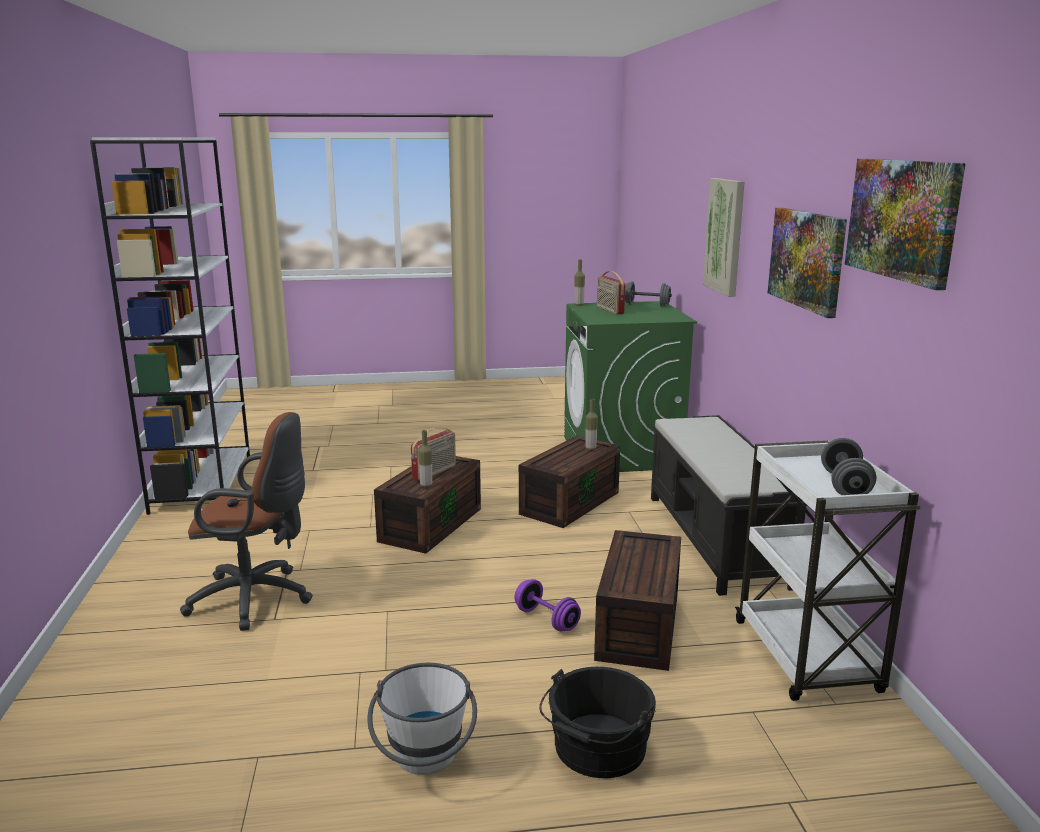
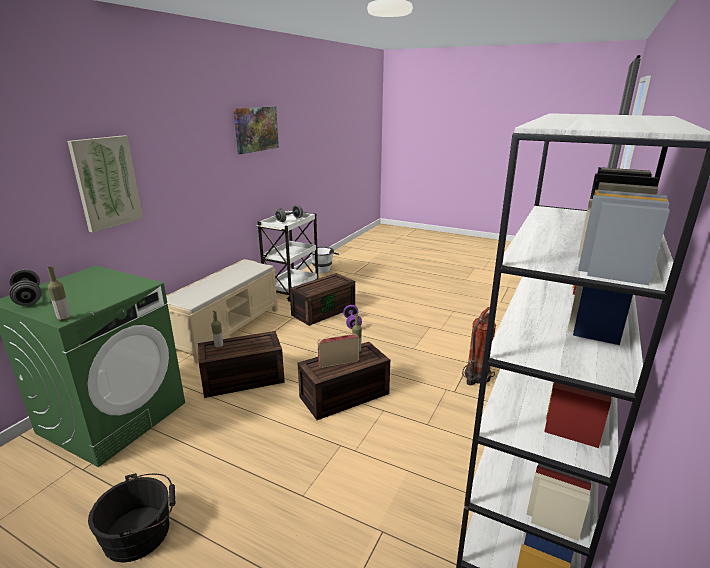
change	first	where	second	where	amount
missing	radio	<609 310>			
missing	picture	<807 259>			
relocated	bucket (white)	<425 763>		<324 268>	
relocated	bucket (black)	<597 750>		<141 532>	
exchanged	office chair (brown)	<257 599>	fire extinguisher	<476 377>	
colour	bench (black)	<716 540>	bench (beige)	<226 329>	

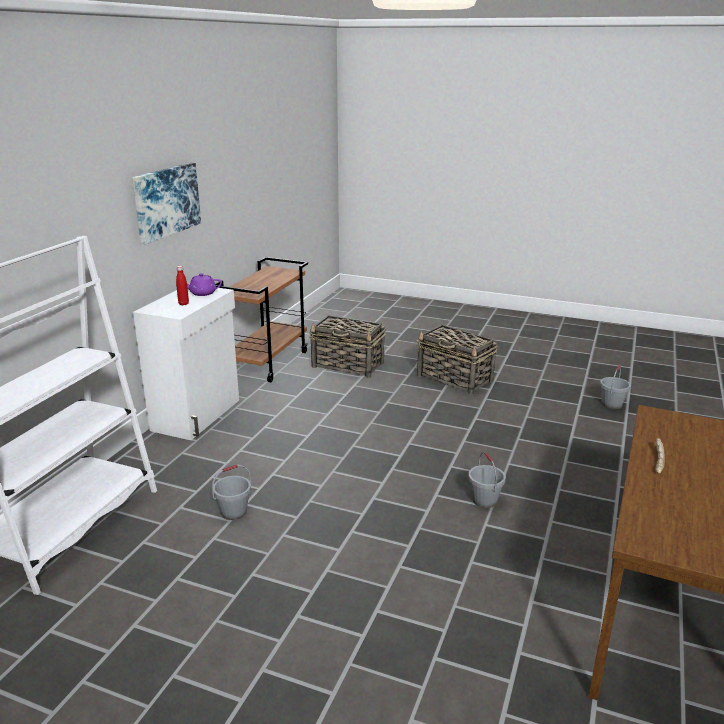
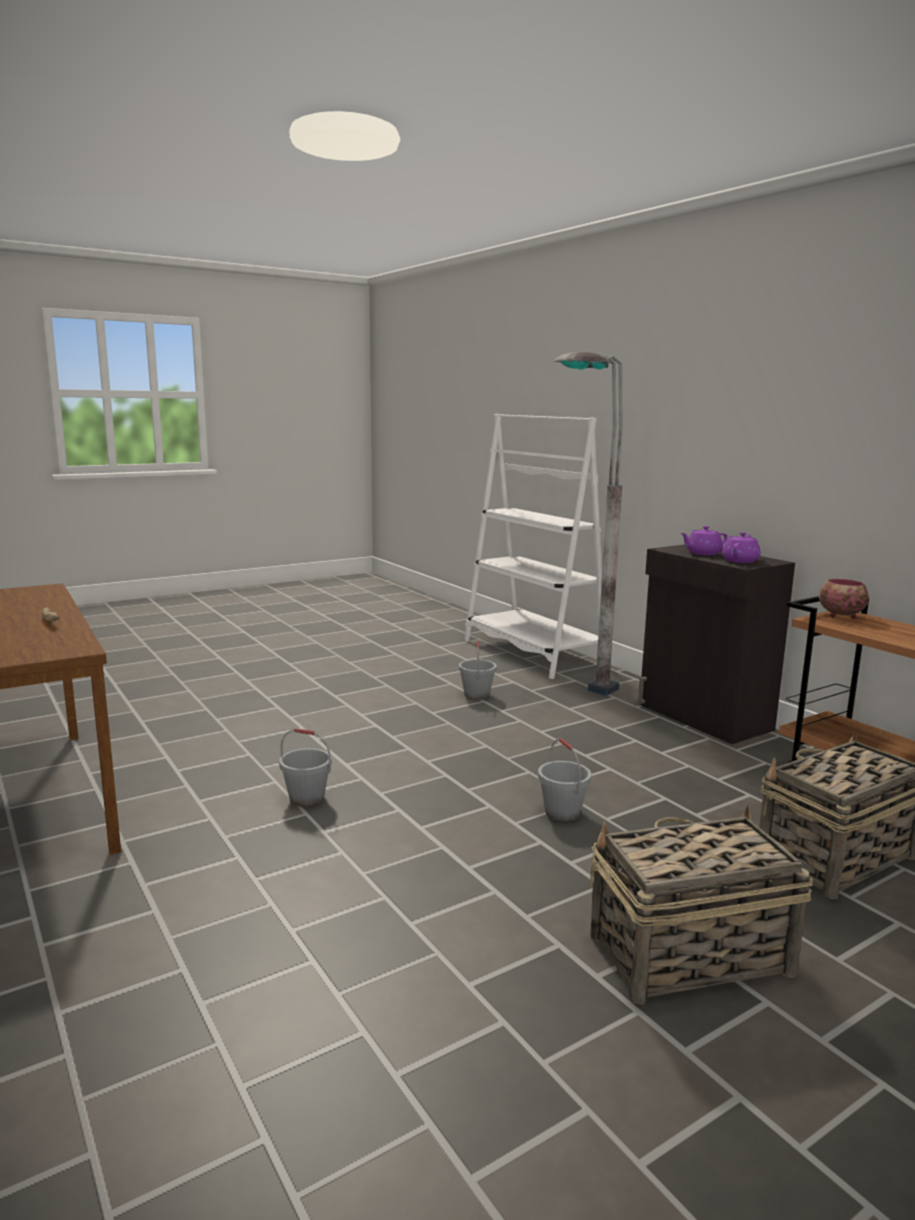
change	first	where	second	where	amount
missing	picture	<166 201>			
appeared			floor lamp (grey)	<575 702>	
appeared			bowl	<840 615>	
relocated	bucket (grey)	<611 404>		<563 812>	
exchanged	bottle (red)	<183 304>	teapot (purple)	<702 553>	
colour	cabinet (white)	<198 415>	cabinet (black)	<703 717>	

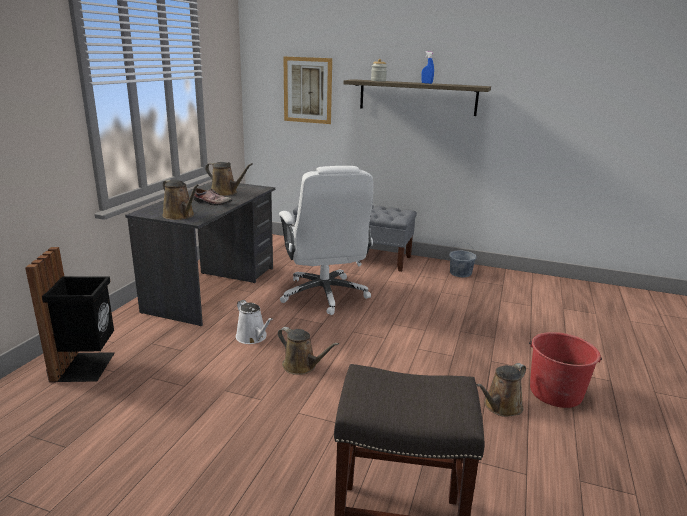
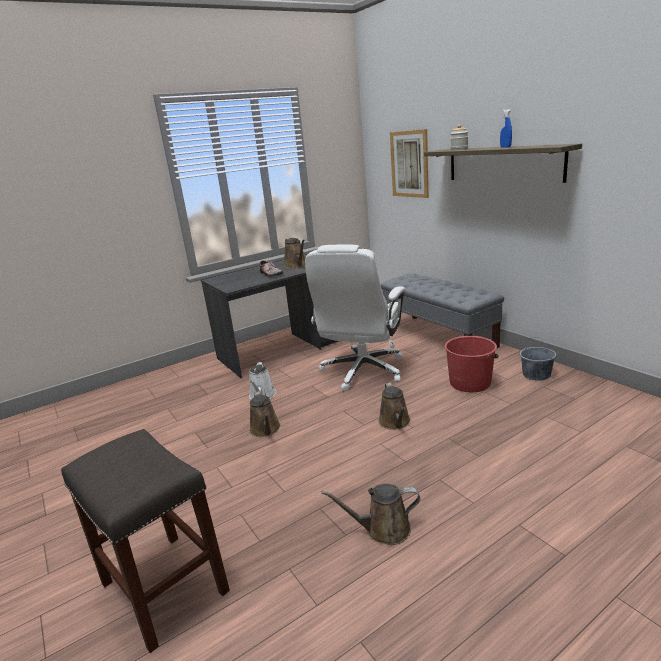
change	first	where	second	where	amount
missing	trash can (black)	<87 366>			
relocated	watering can (brown)	<180 216>		<395 422>	
relocated	bucket (red)	<555 392>		<470 383>	

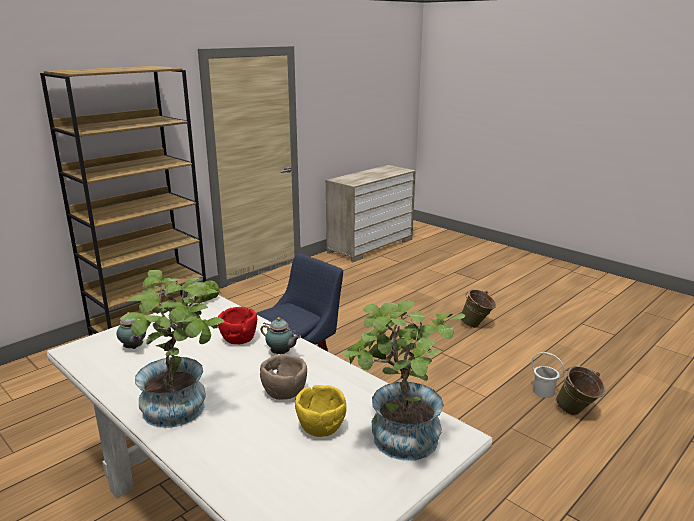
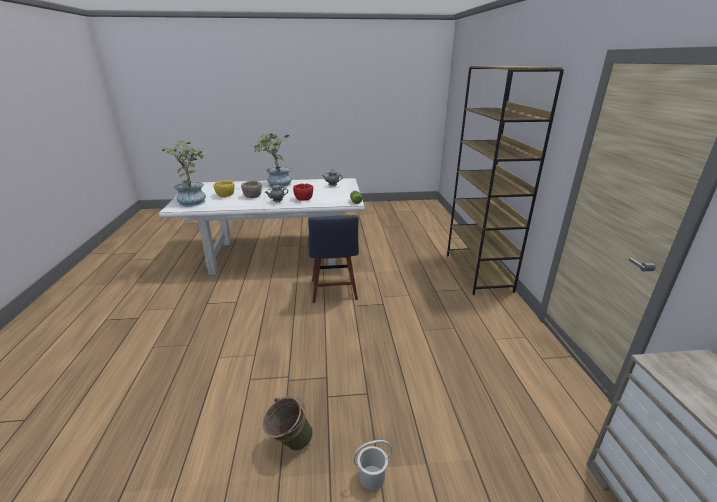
change	first	where	second	where	amount
missing	bucket (green)	<576 413>			
relocated	bucket (white)	<543 391>		<372 477>	

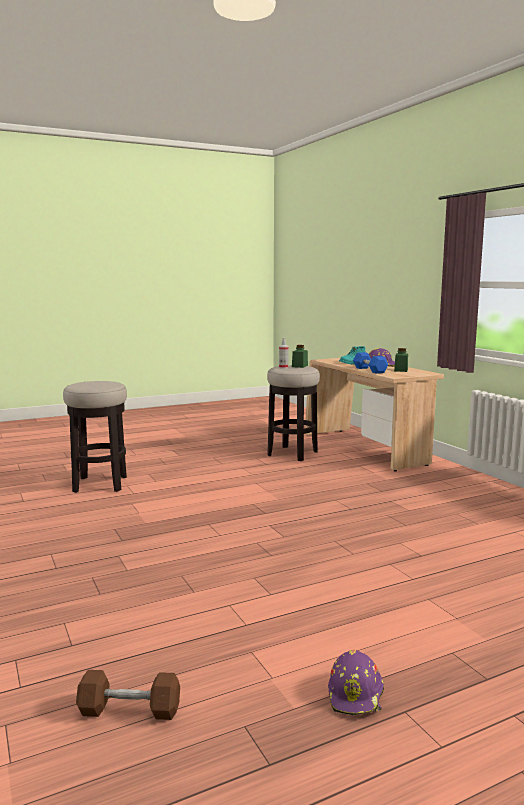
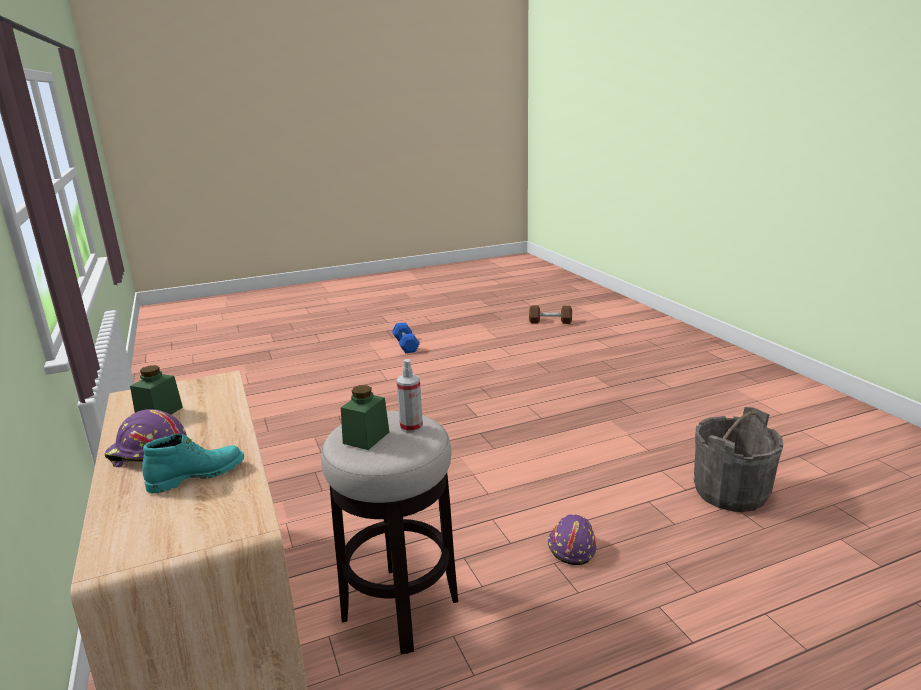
change	first	where	second	where	amount
relocated	hard hat (purple)	<356 695>		<571 546>	
relocated	dumbbell (blue)	<369 370>		<406 345>	
exchanged	stool	<100 484>	bucket (grey)	<730 492>	

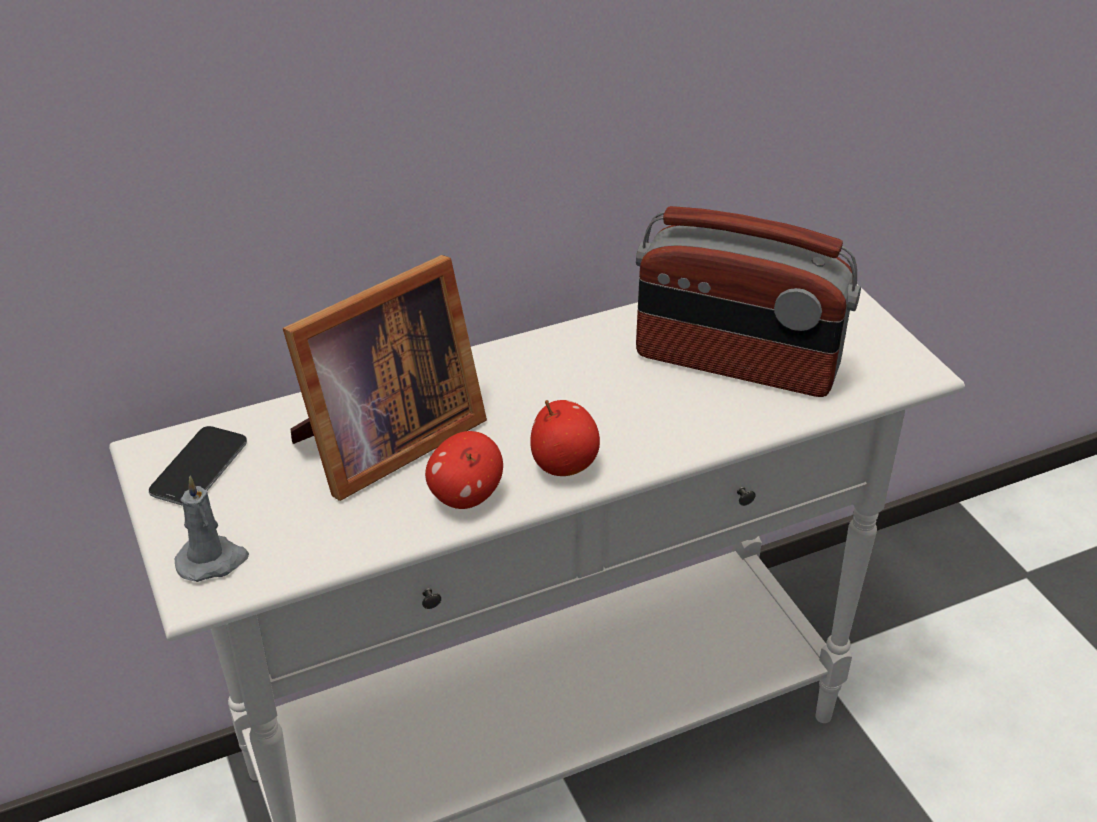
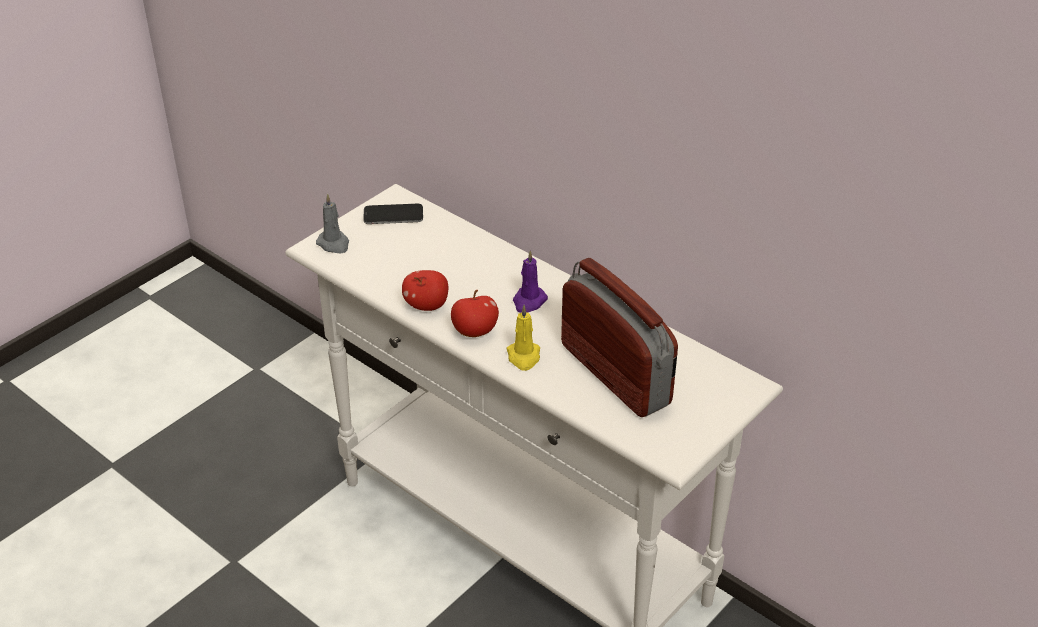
change	first	where	second	where	amount
missing	picture frame	<381 442>			
appeared			candle (yellow)	<524 357>	
appeared			candle (purple)	<529 301>	
spun	radio	<735 364>		<616 374>	150 degrees clockwise

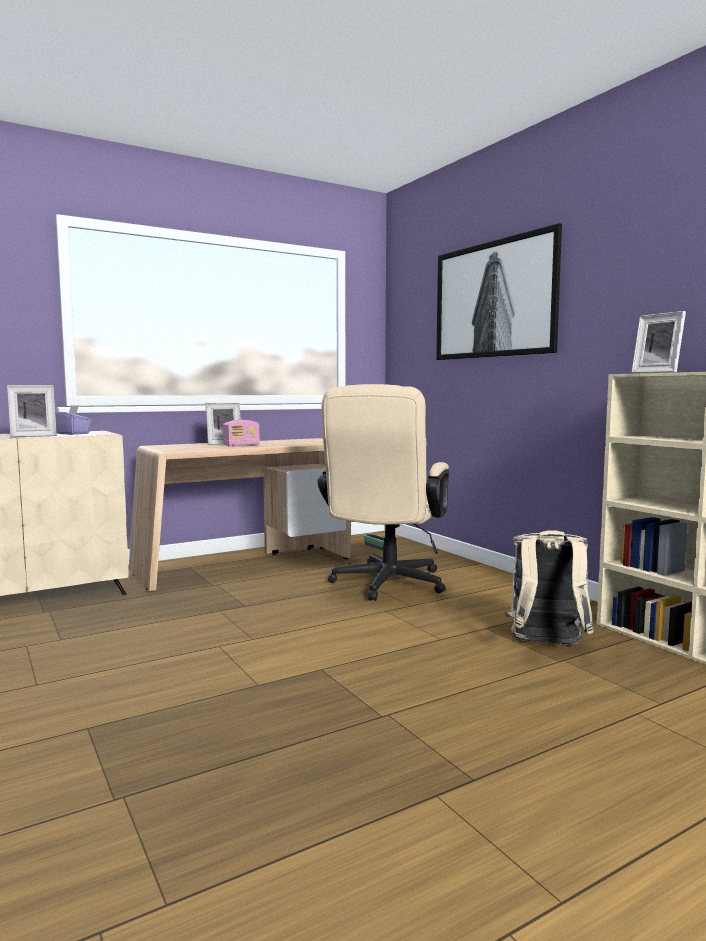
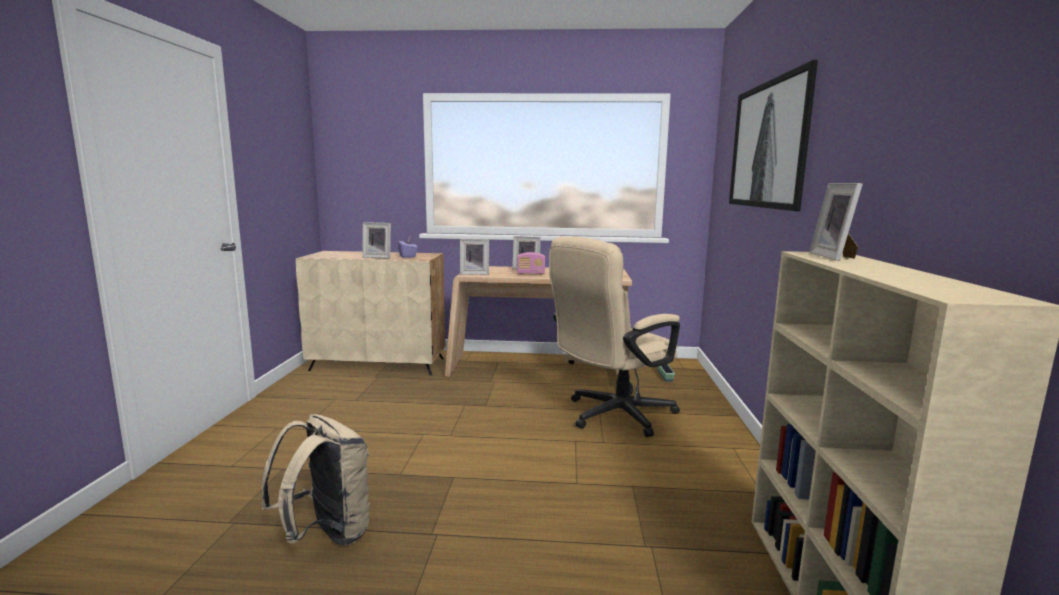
change	first	where	second	where	amount
appeared			picture frame	<474 274>	
relocated	backpack (beige)	<546 645>		<326 534>	

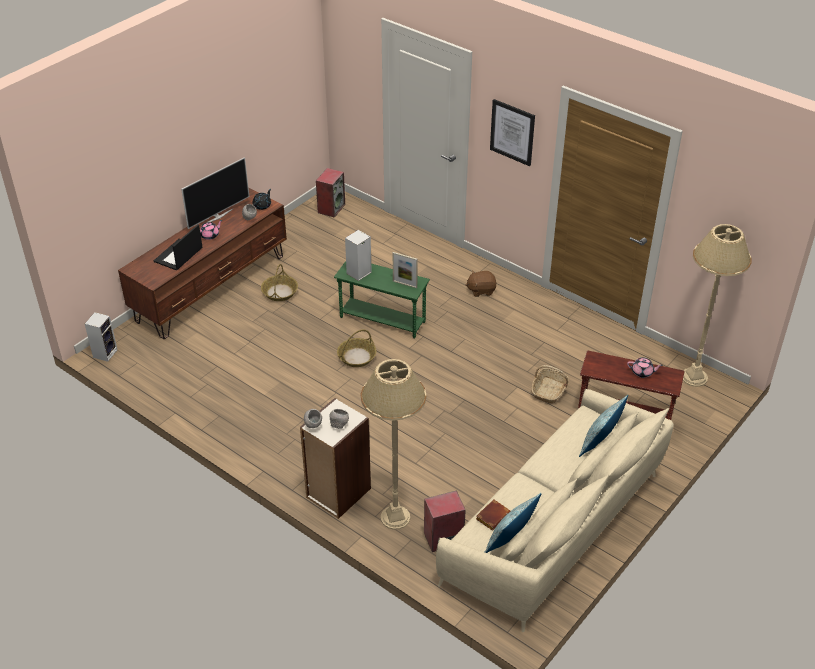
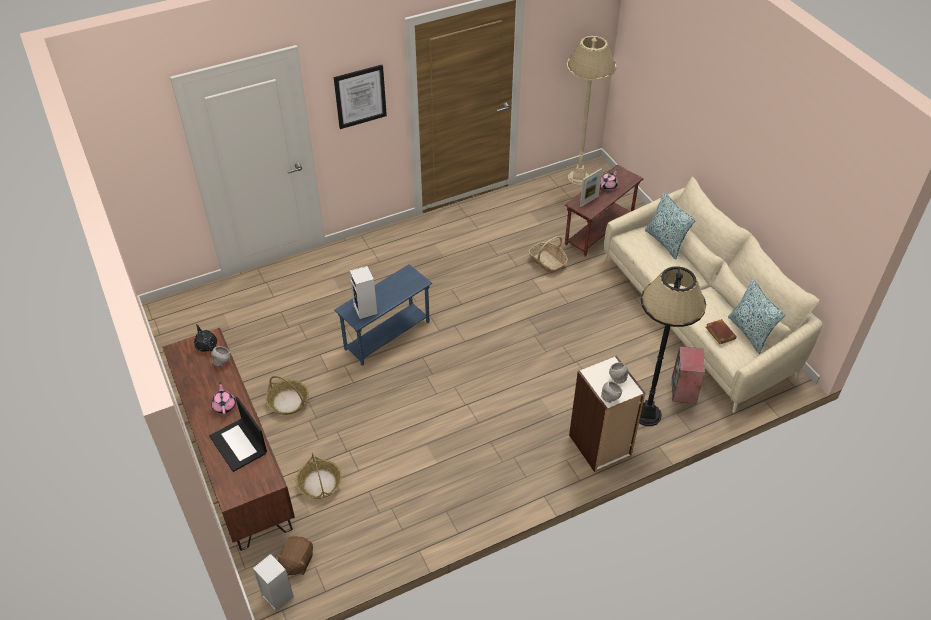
change	first	where	second	where	amount
missing	television	<217 216>			
missing	speaker	<331 208>			
relocated	basket	<357 357>		<319 483>	
relocated	picture frame	<405 284>		<589 201>	
relocated	plush toy (brown)	<481 290>		<297 562>	
colour	side table (green)	<382 319>	side table (blue)	<387 335>	
colour	floor lamp (beige)	<395 518>	floor lamp (black)	<647 415>	

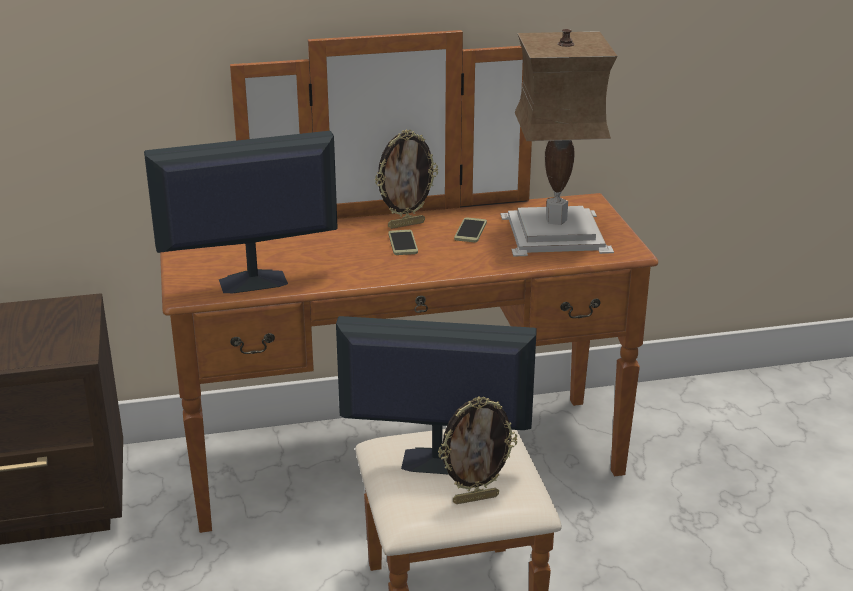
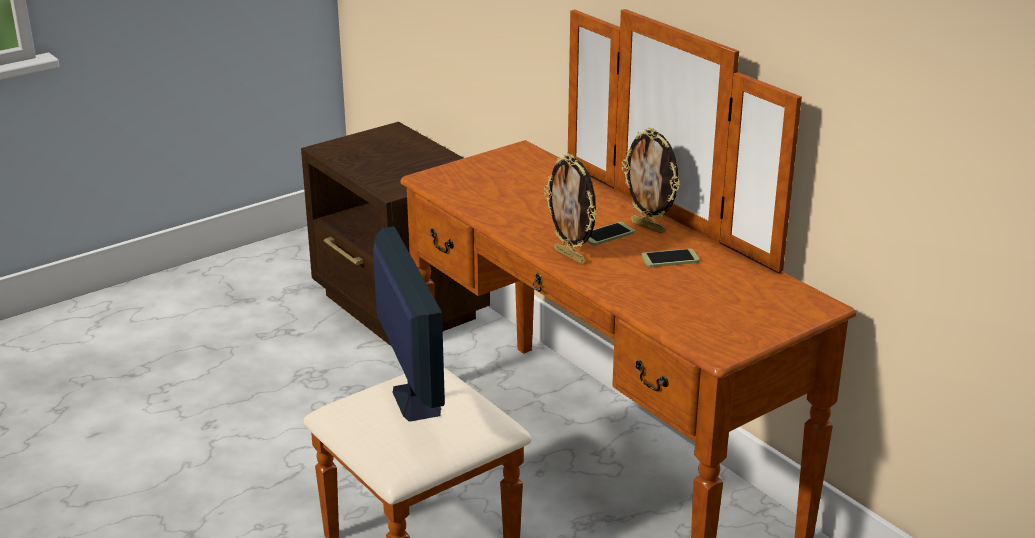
change	first	where	second	where	amount
missing	monitor	<251 282>			
missing	table lamp	<557 232>			
relocated	picture frame	<475 498>		<570 256>	

